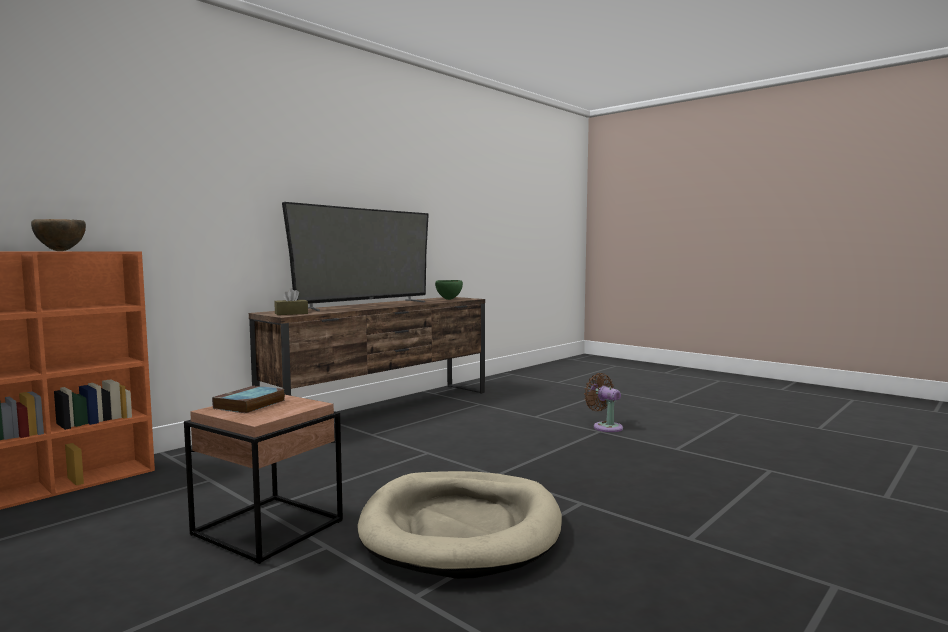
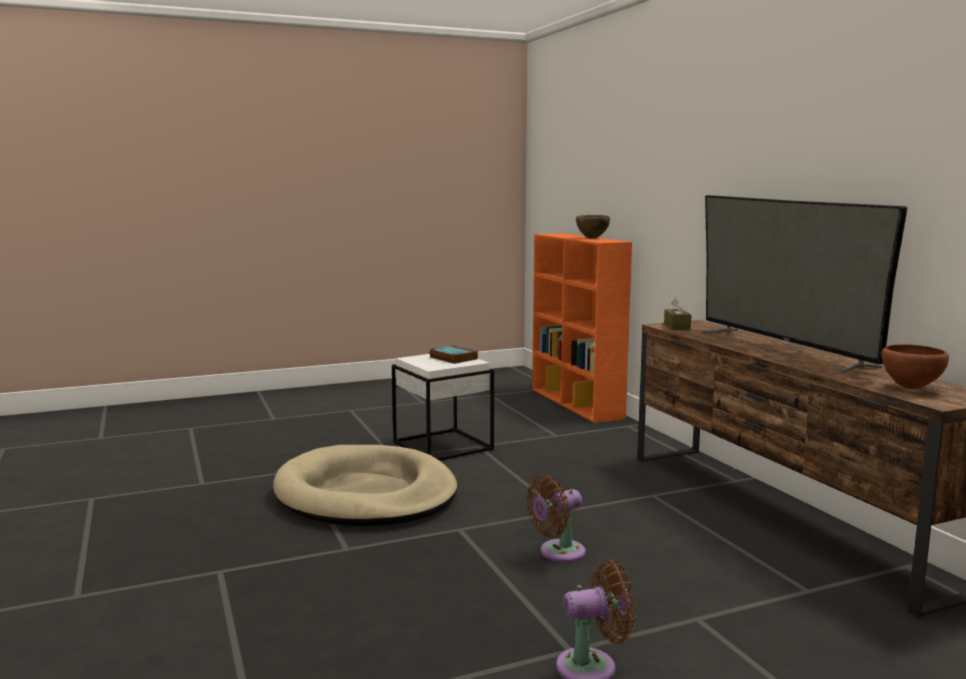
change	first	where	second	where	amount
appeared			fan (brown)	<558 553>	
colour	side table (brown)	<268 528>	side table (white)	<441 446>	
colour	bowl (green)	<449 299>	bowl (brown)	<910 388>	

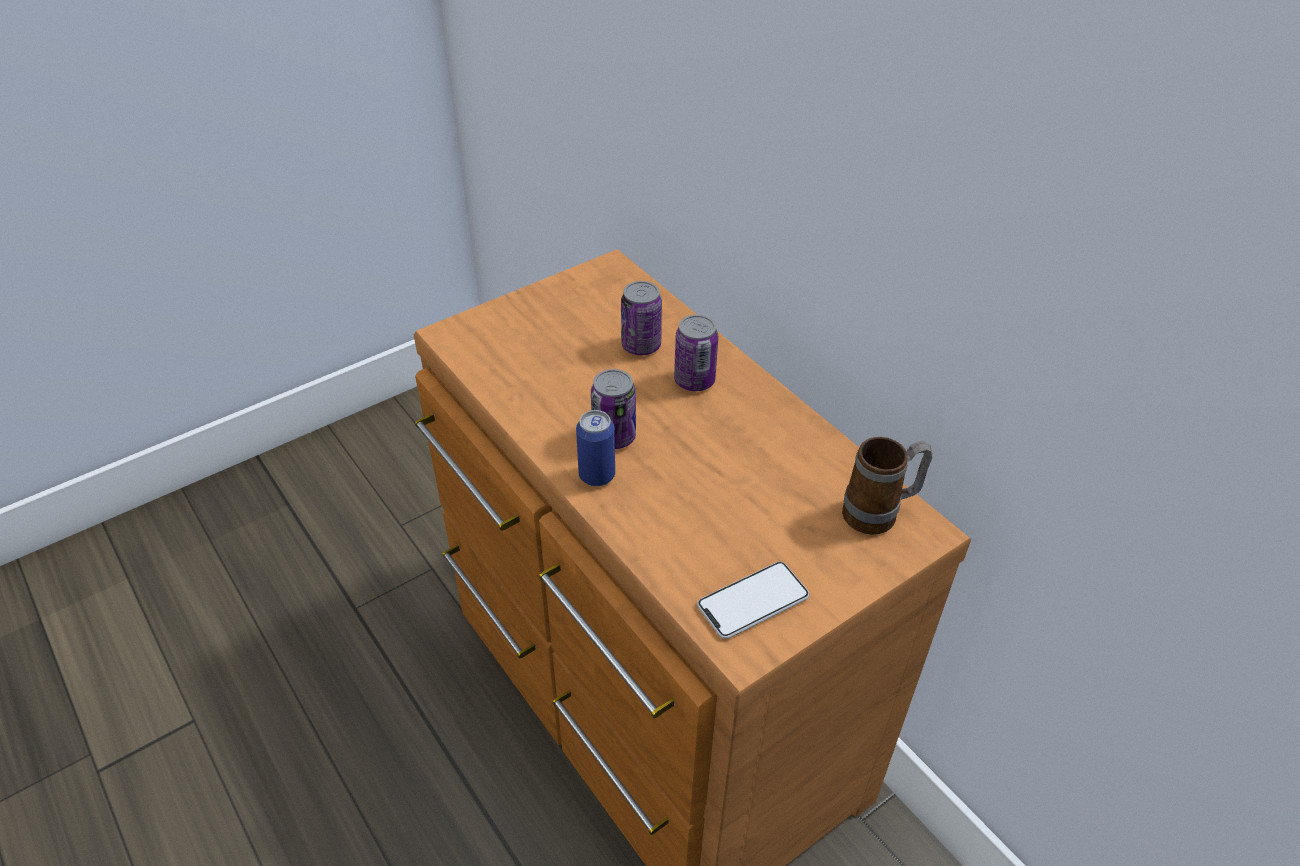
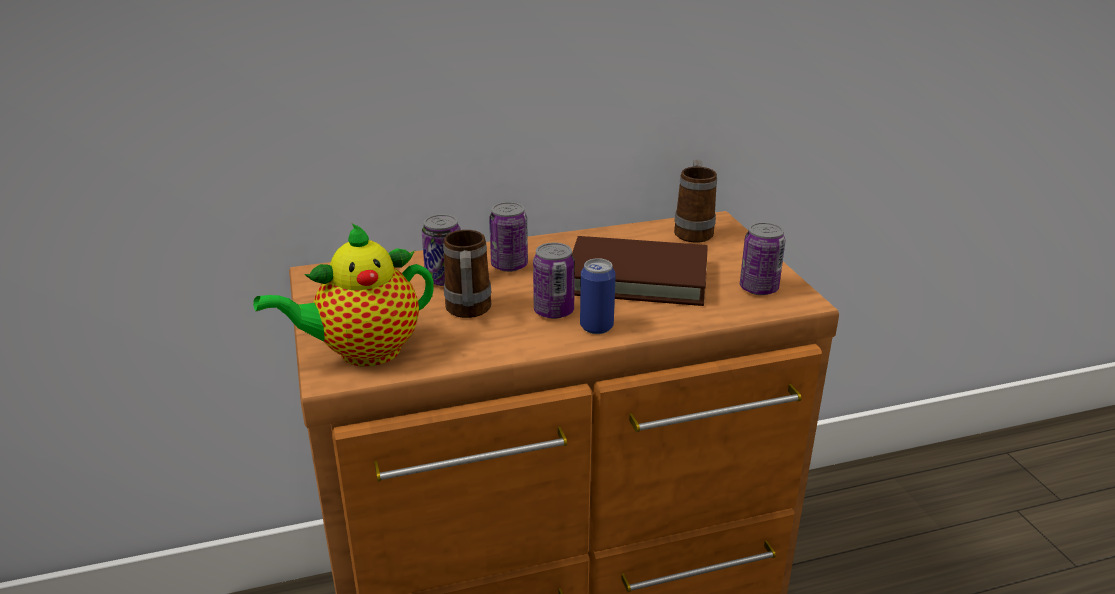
change	first	where	second	where	amount
appeared			teapot	<363 352>	
appeared			mug	<468 312>	
appeared			book (brown)	<637 278>	
exchanged	phone	<753 601>	can	<758 288>	

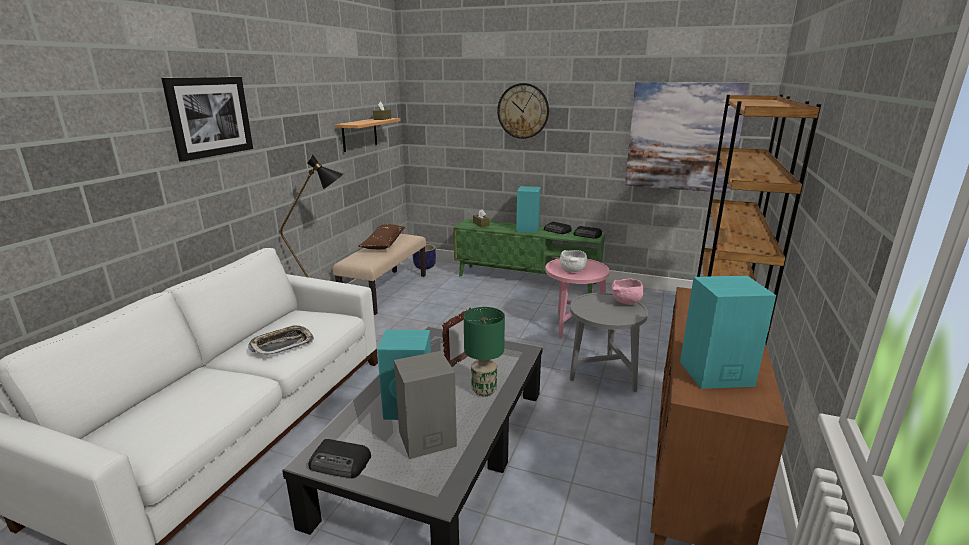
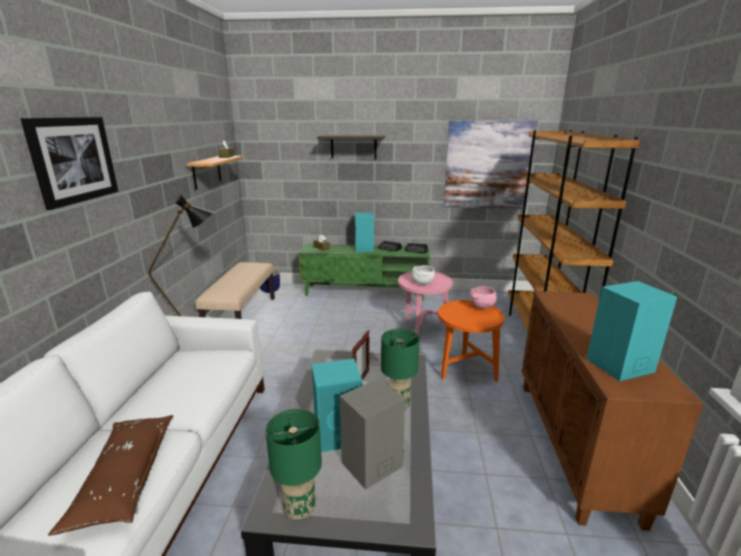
change	first	where	second	where	amount
missing	tray	<282 344>			
relocated	pillow (brown)	<383 243>		<125 478>	
exchanged	radio	<341 463>	table lamp (green)	<300 509>	
exchanged	wall clock	<523 111>	shelf	<353 146>	
colour	side table (grey)	<601 376>	side table (orange)	<465 371>	

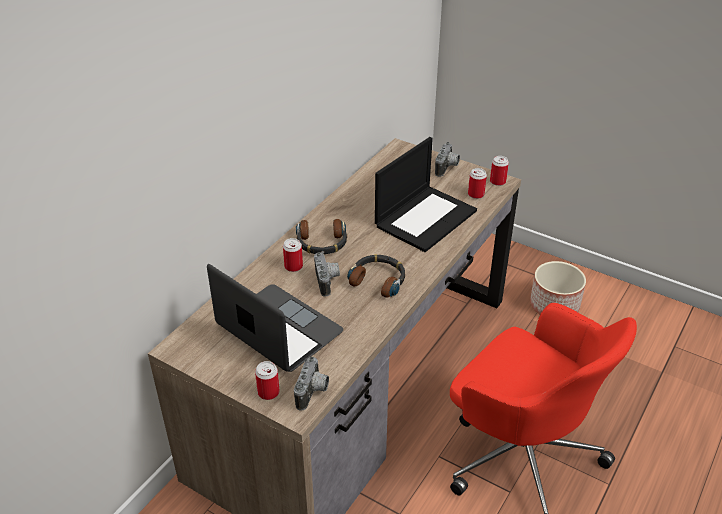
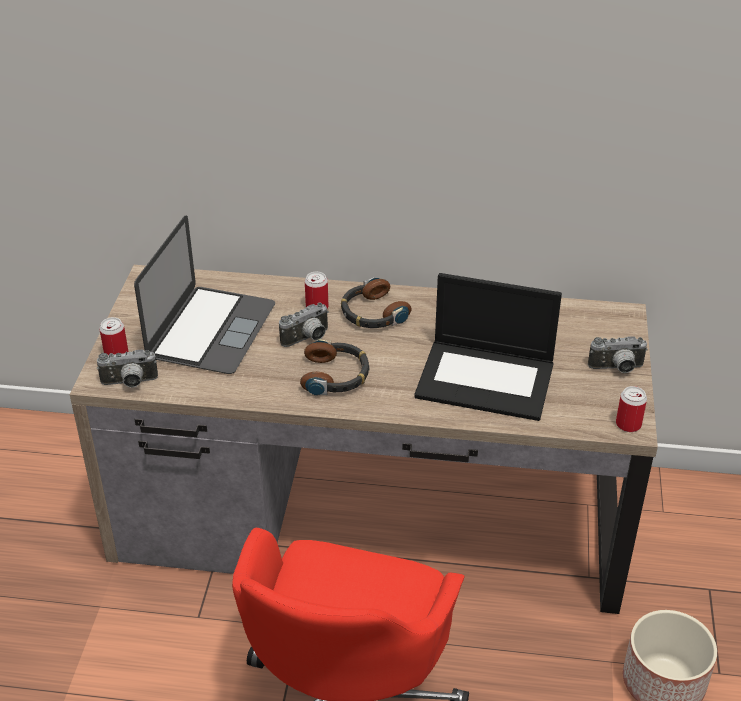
change	first	where	second	where	amount
missing	can	<476 194>			

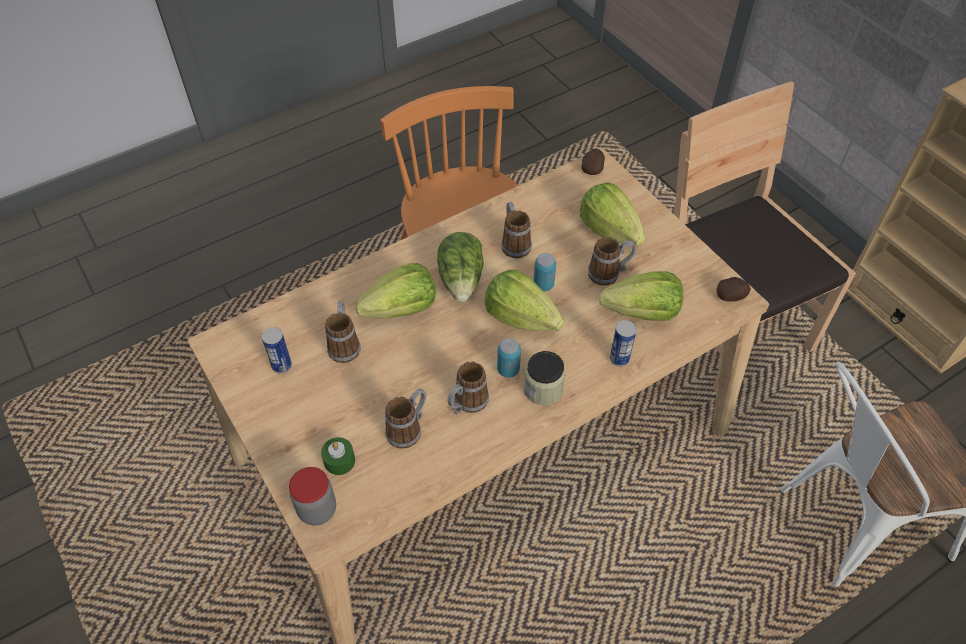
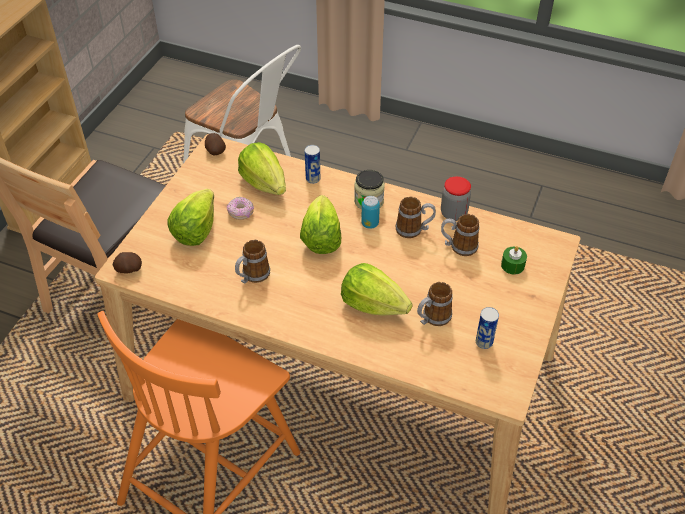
change	first	where	second	where	amount
missing	lettuce	<462 280>			
missing	can	<543 285>			
relocated	jar	<317 510>		<453 213>	
exchanged	mug	<609 273>	donut	<241 213>	

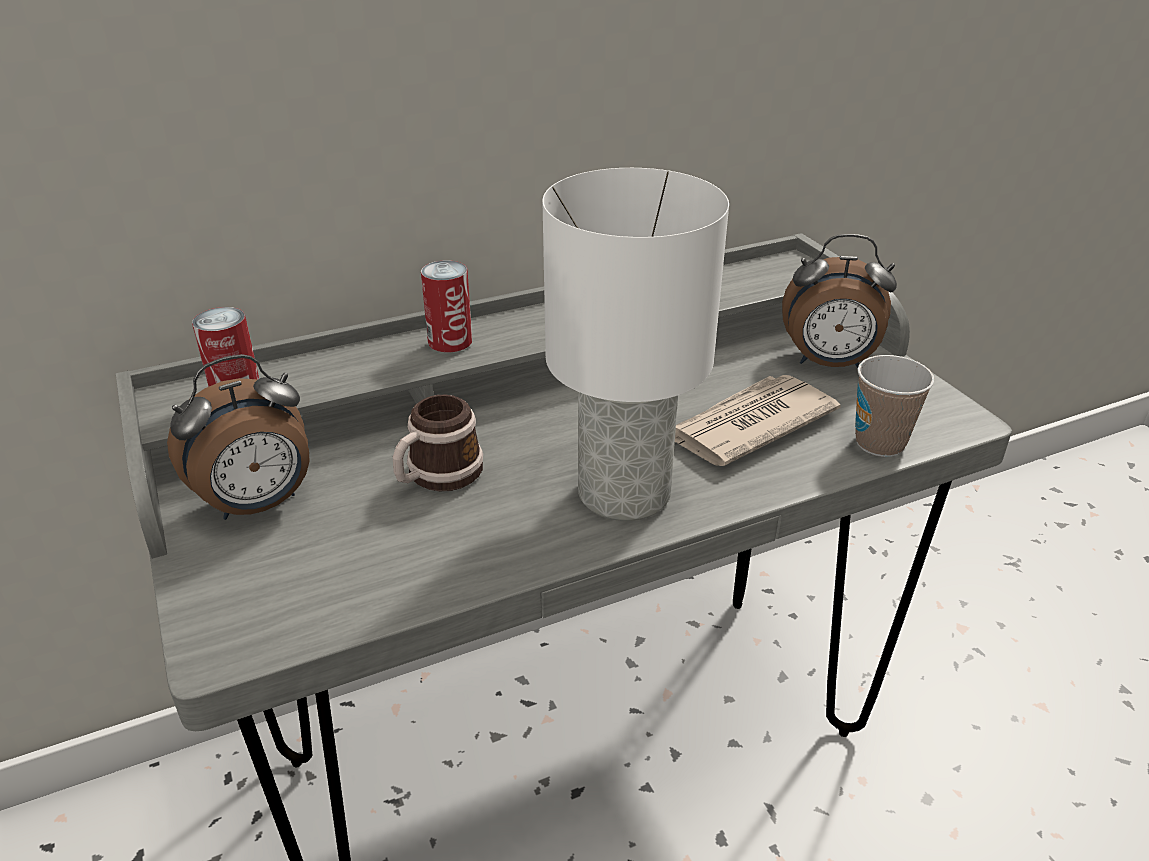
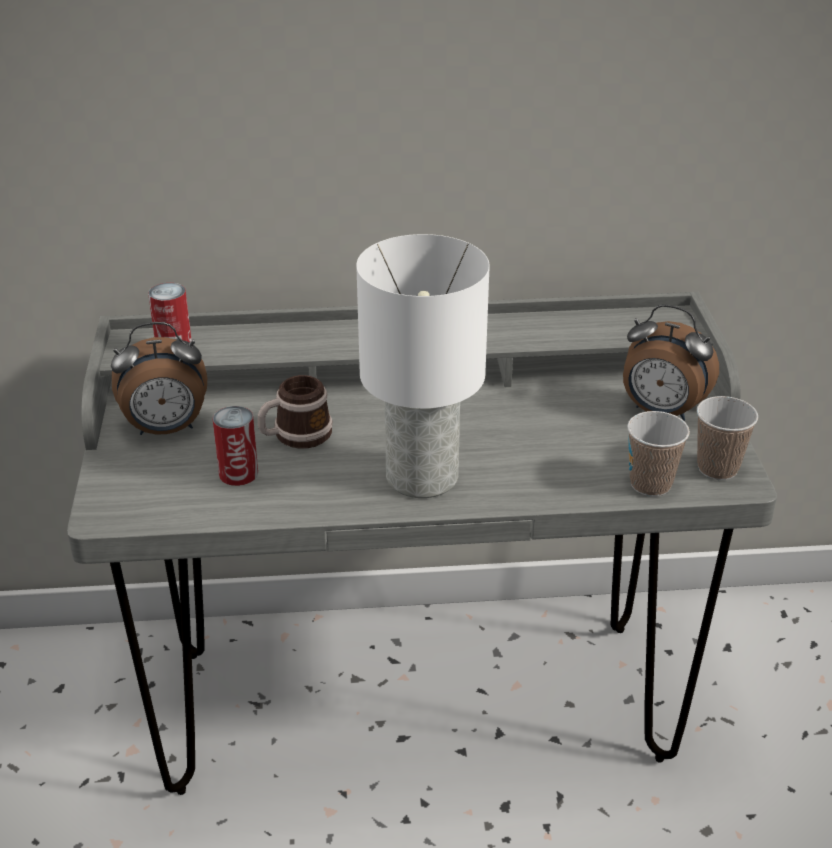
change	first	where	second	where	amount
missing	newspaper	<747 425>			
appeared			cup	<717 468>	
relocated	can	<450 341>		<238 473>	

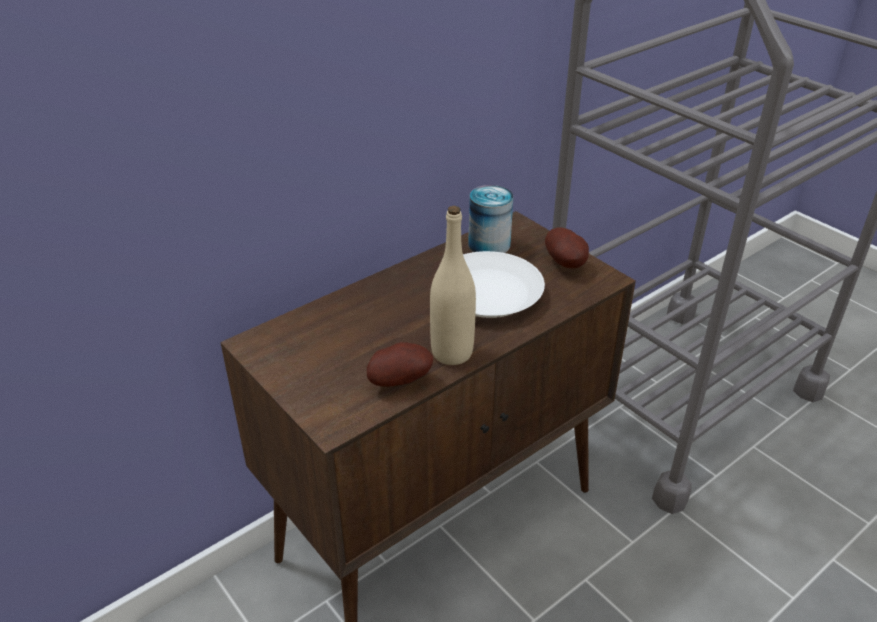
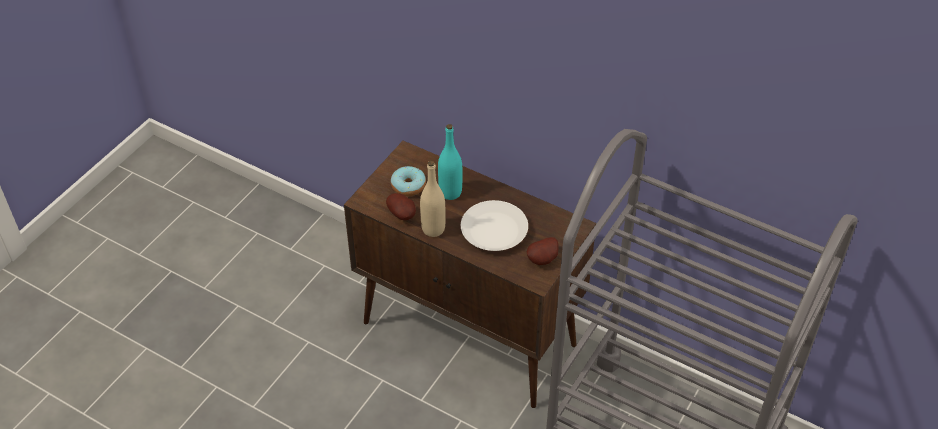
change	first	where	second	where	amount
missing	can	<489 244>			
appeared			donut	<408 186>	
appeared			bottle (turquoise)	<450 192>	

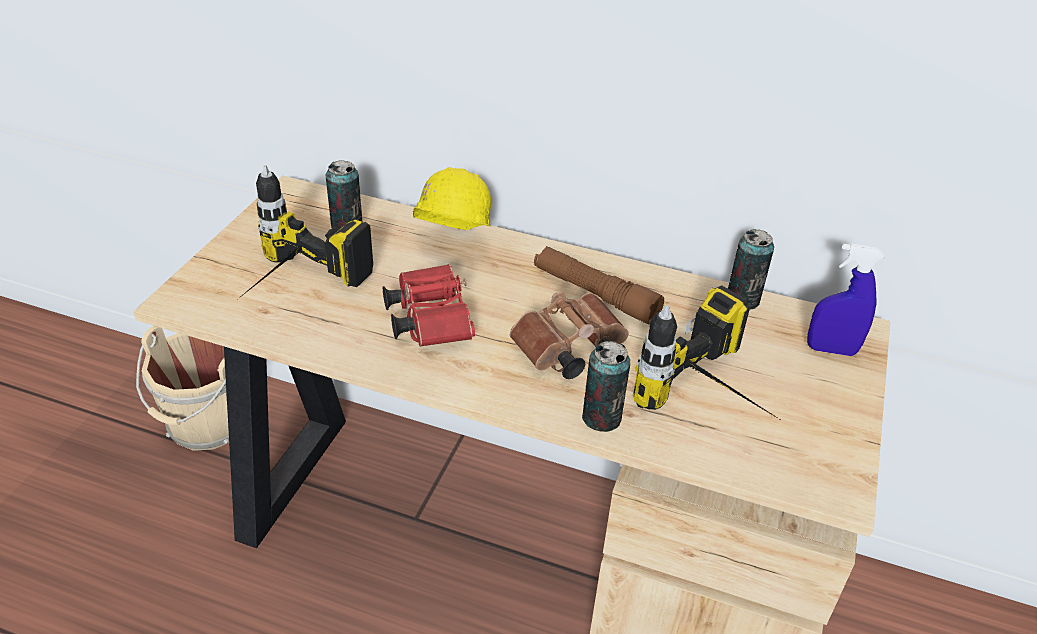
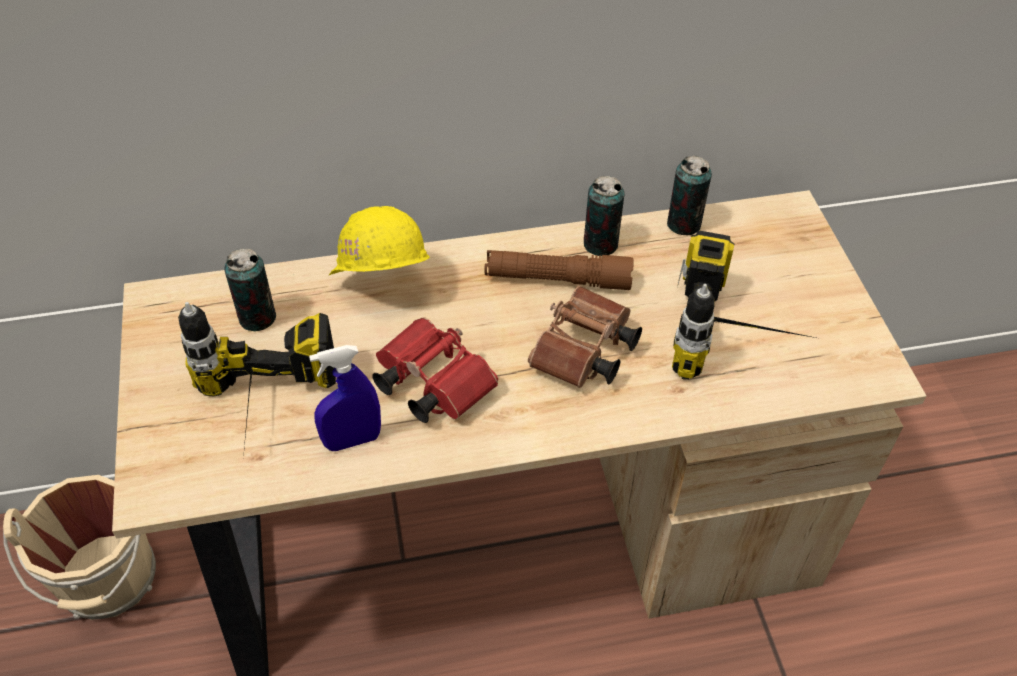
change	first	where	second	where	amount
relocated	can	<601 418>		<600 244>	
relocated	spray bottle (blue)	<831 350>		<352 440>	

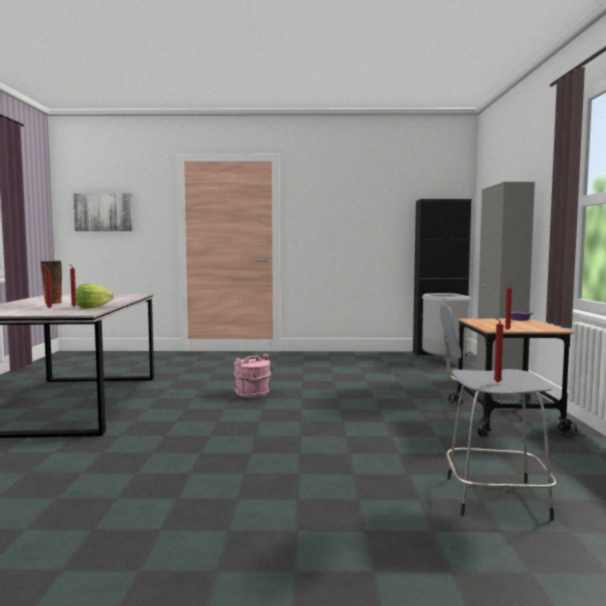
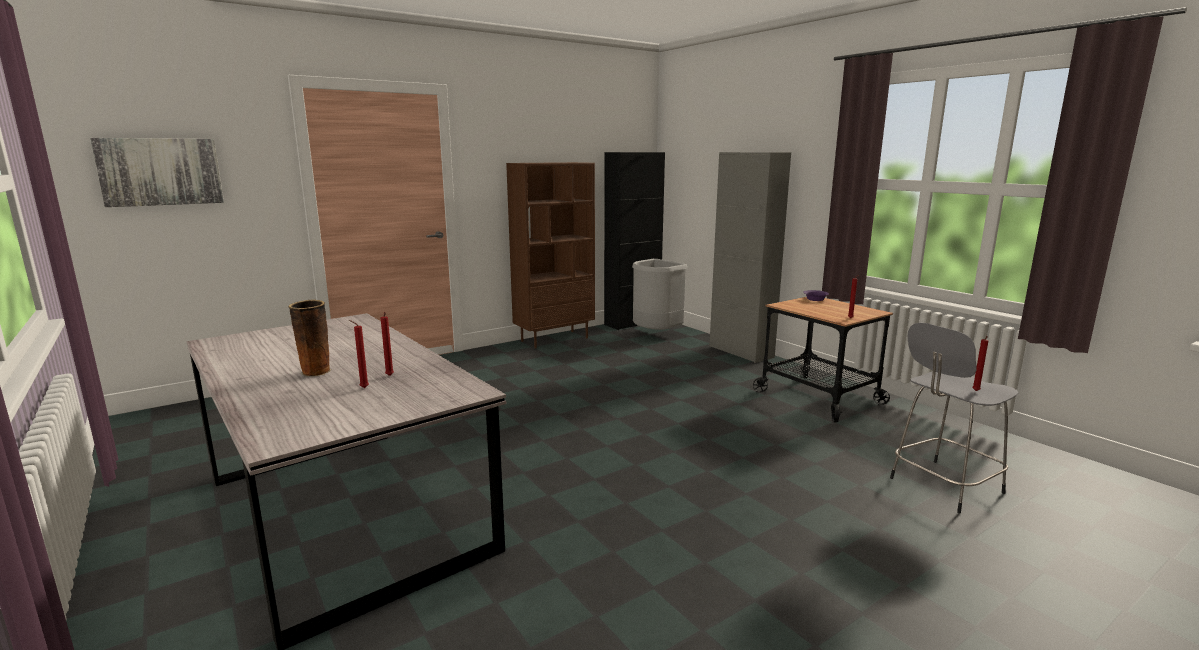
change	first	where	second	where	amount
missing	lettuce	<92 307>			
missing	bucket (pink)	<252 393>			
appeared			bookcase (brown)	<554 339>	

